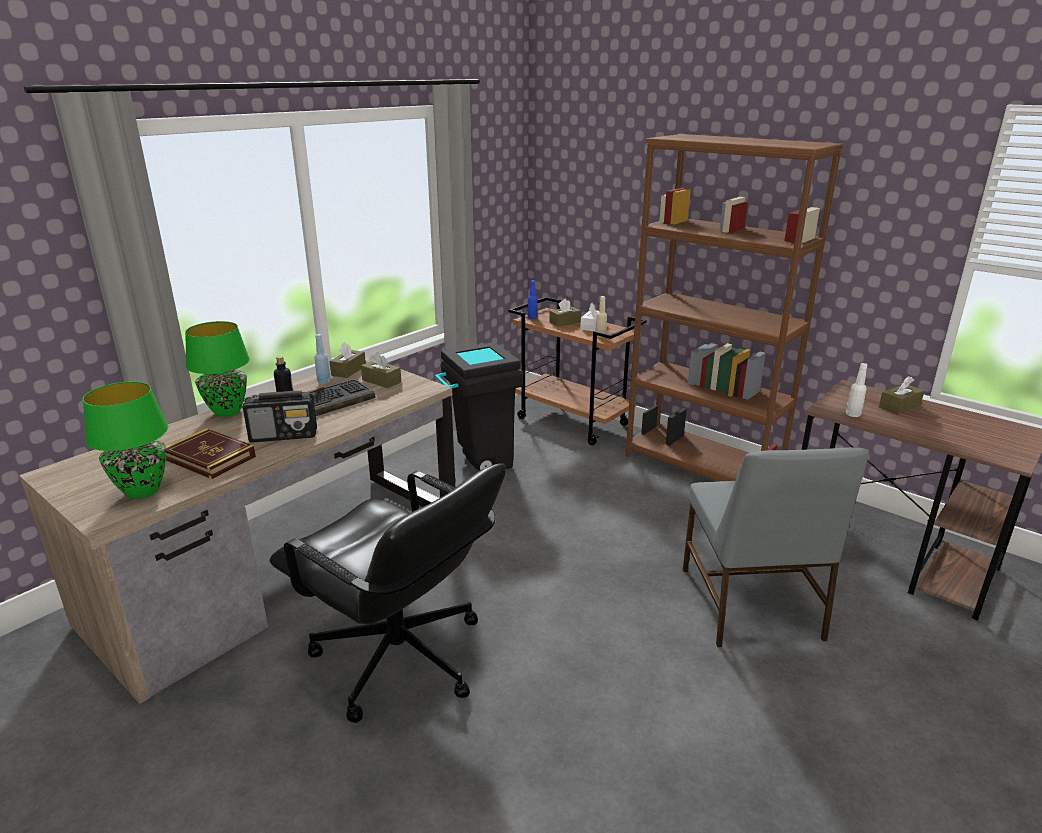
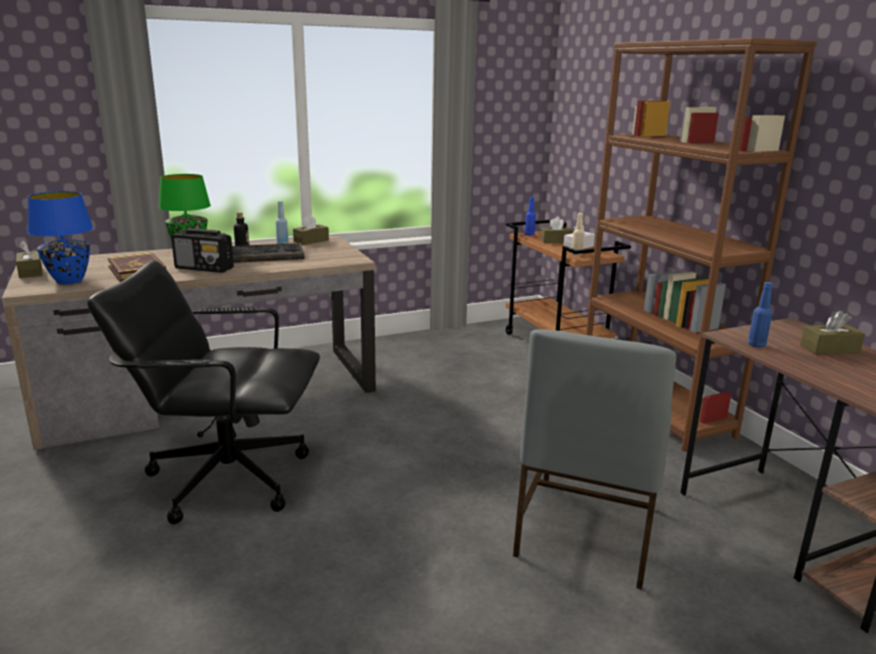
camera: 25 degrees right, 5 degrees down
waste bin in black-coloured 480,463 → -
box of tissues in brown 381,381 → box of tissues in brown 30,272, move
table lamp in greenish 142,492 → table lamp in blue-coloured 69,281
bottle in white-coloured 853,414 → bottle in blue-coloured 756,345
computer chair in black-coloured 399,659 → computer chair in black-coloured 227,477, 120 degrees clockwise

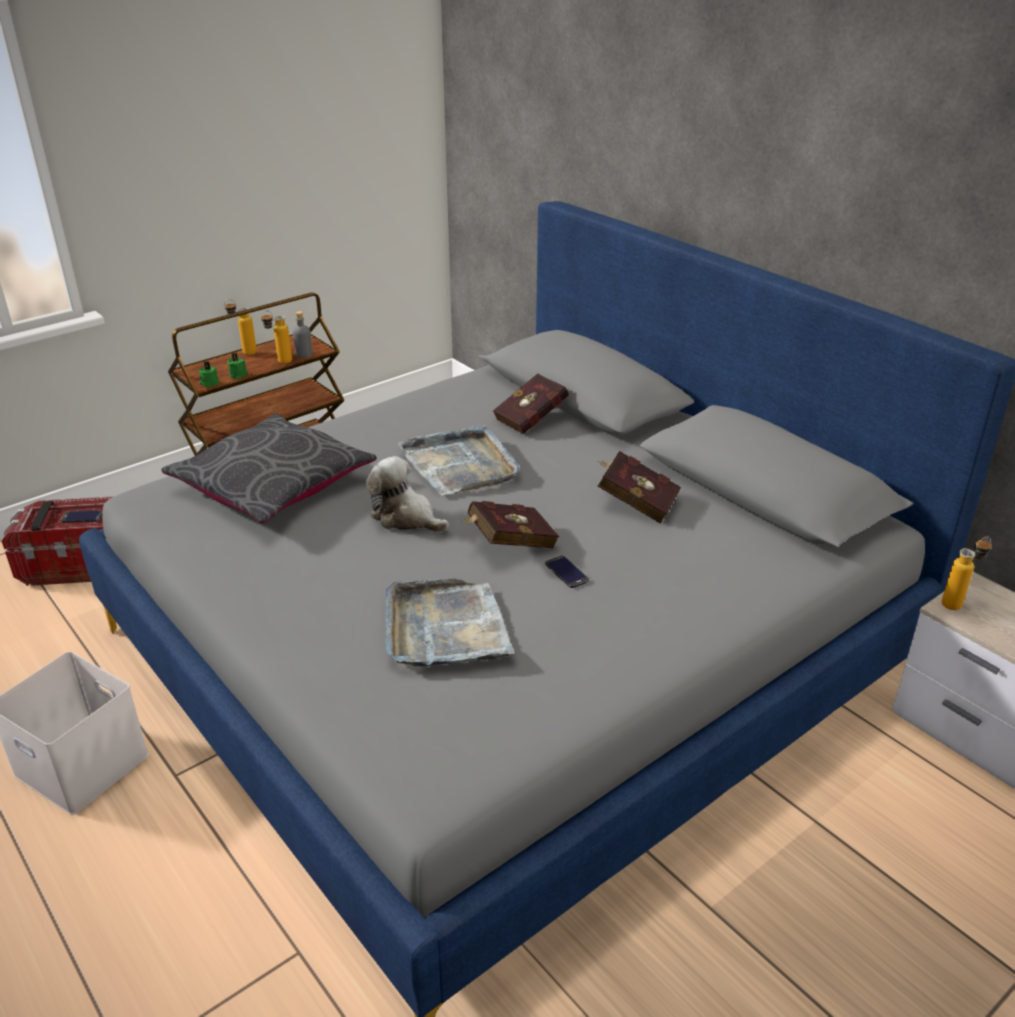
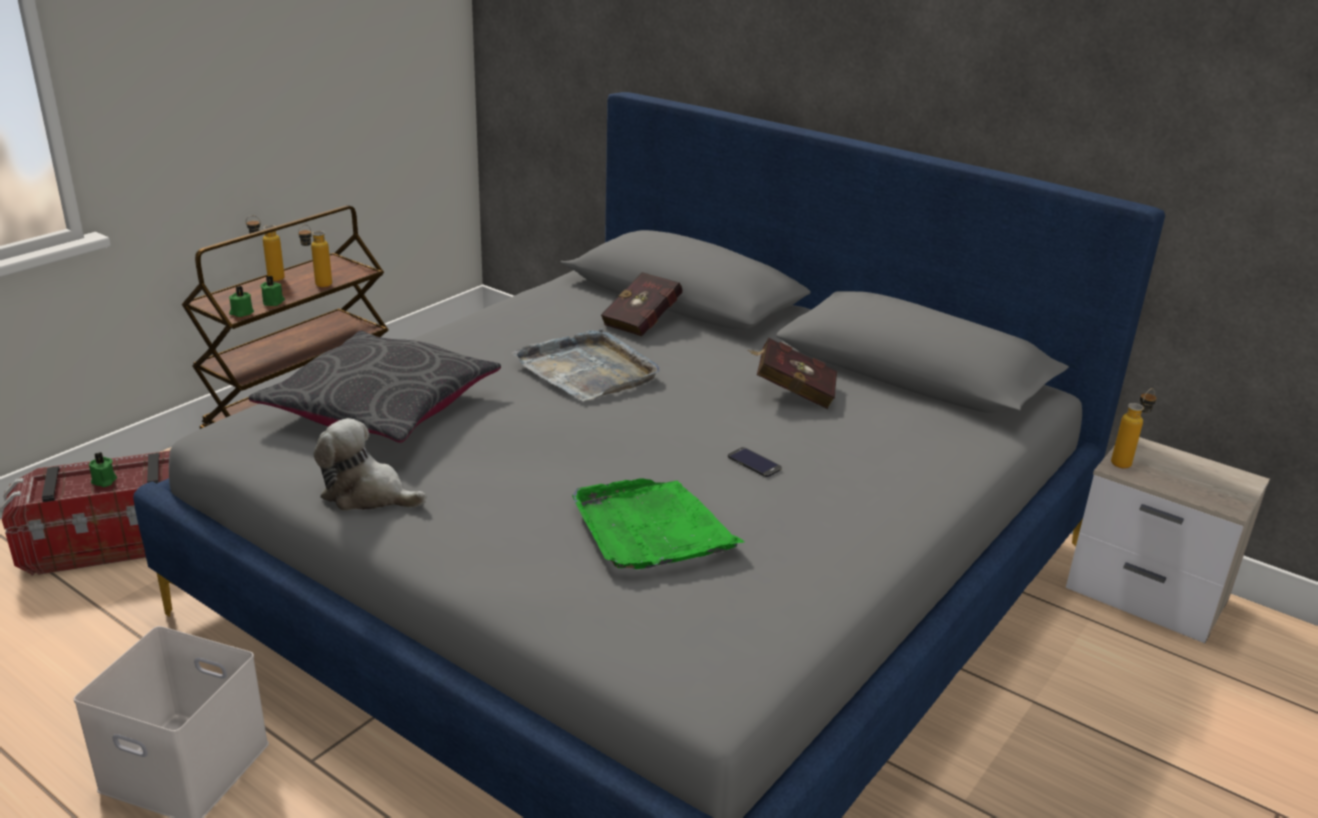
camera: 15 degrees left, 5 degrees down
bottle in greyish 304,354 → -
volume in reddish 508,543 → -
cuddly toy 406,517 → cuddly toy 367,495, move
telephone 82,517 → candle in greenish 104,481
serving tray in greyish 445,628 → serving tray in greenish 651,529

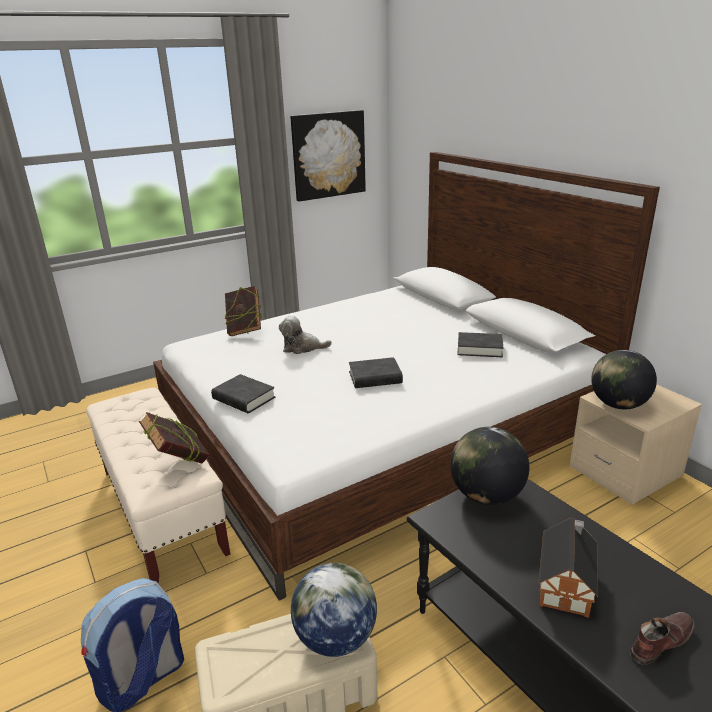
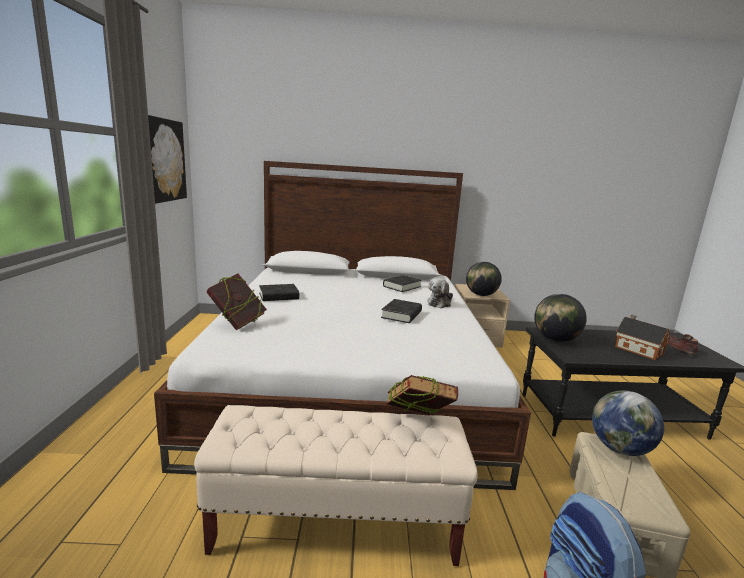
camera: 60 degrees left, 10 degrees down
volume in black-coloured 244,398 → volume in black-coloured 278,296, move
cuddly toy 302,348 → cuddly toy 440,303, move

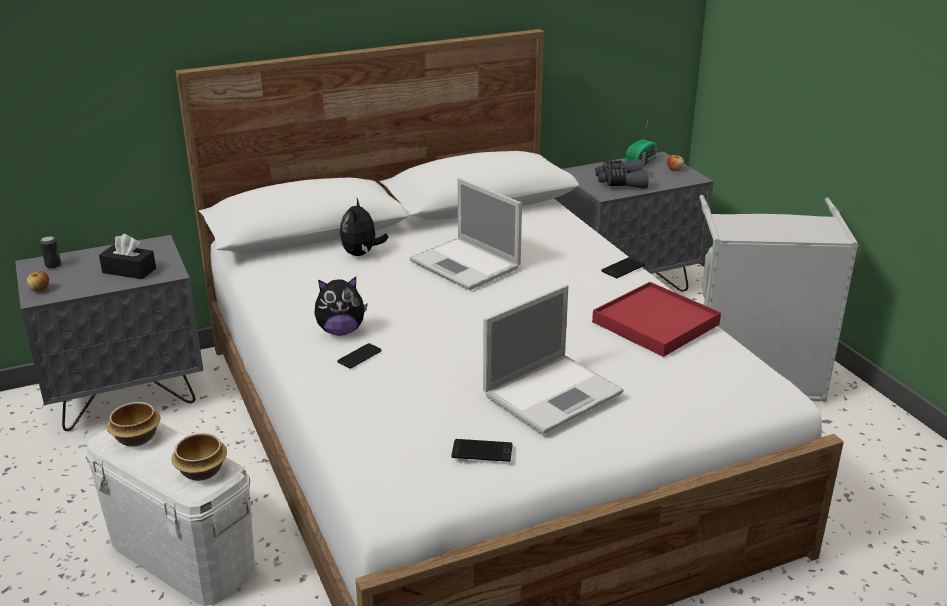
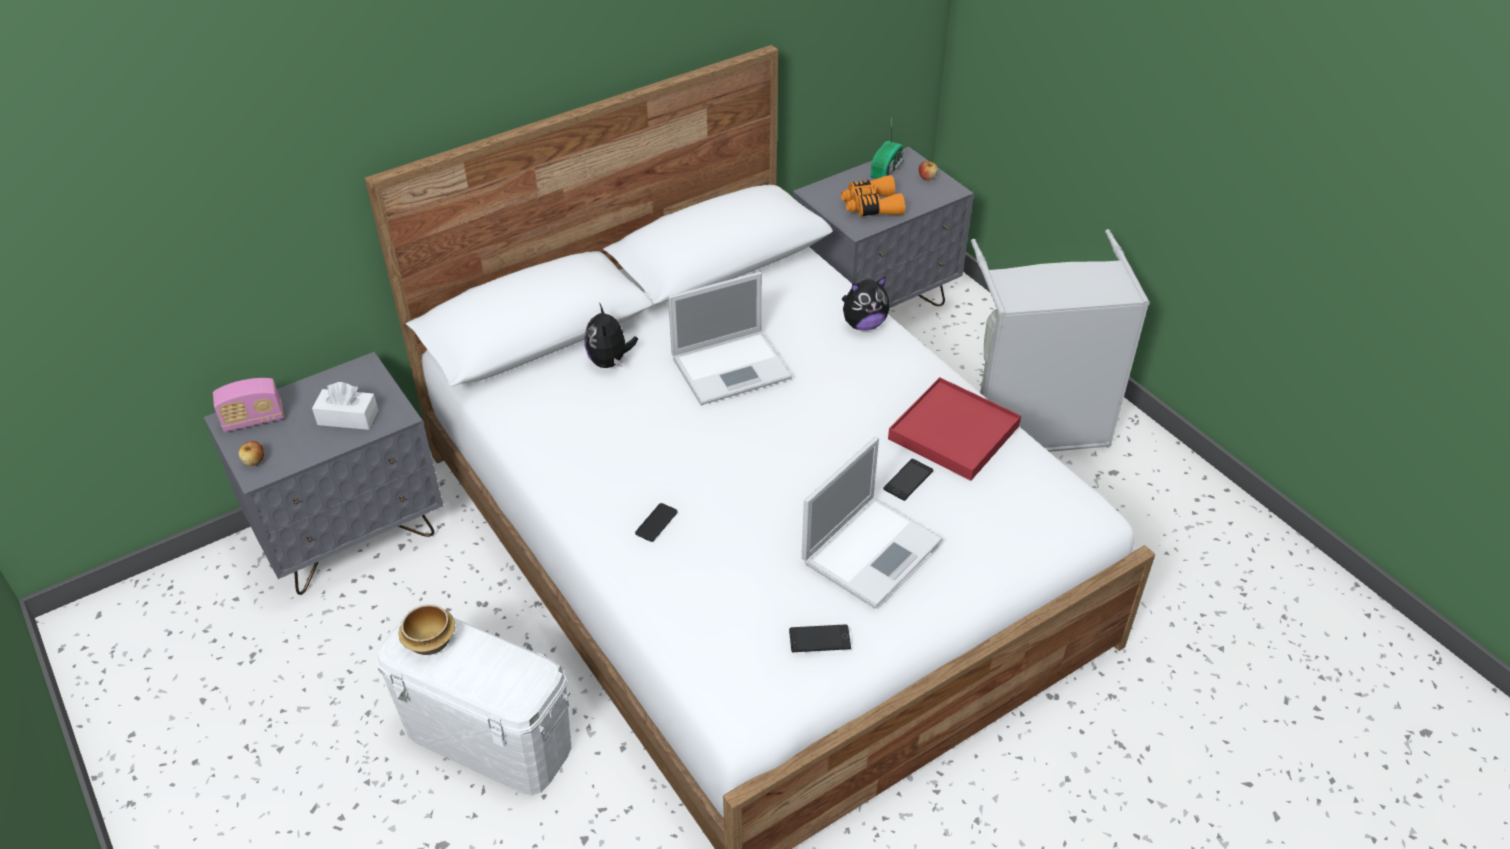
camera: 10 degrees left, 15 degrees up
bowl 203,471 → -
cuddly toy 341,331 → cuddly toy 863,324, move
telephone 623,268 → telephone 908,480, move
can 53,265 → radio receiver 254,420
box of tissues in black-coloured 129,271 → box of tissues in white-coloured 348,417
pair of binoculars in greyish 620,182 → pair of binoculars in orangey 871,206
portable computer 466,264 → portable computer 733,367, 60 degrees counterclockwise

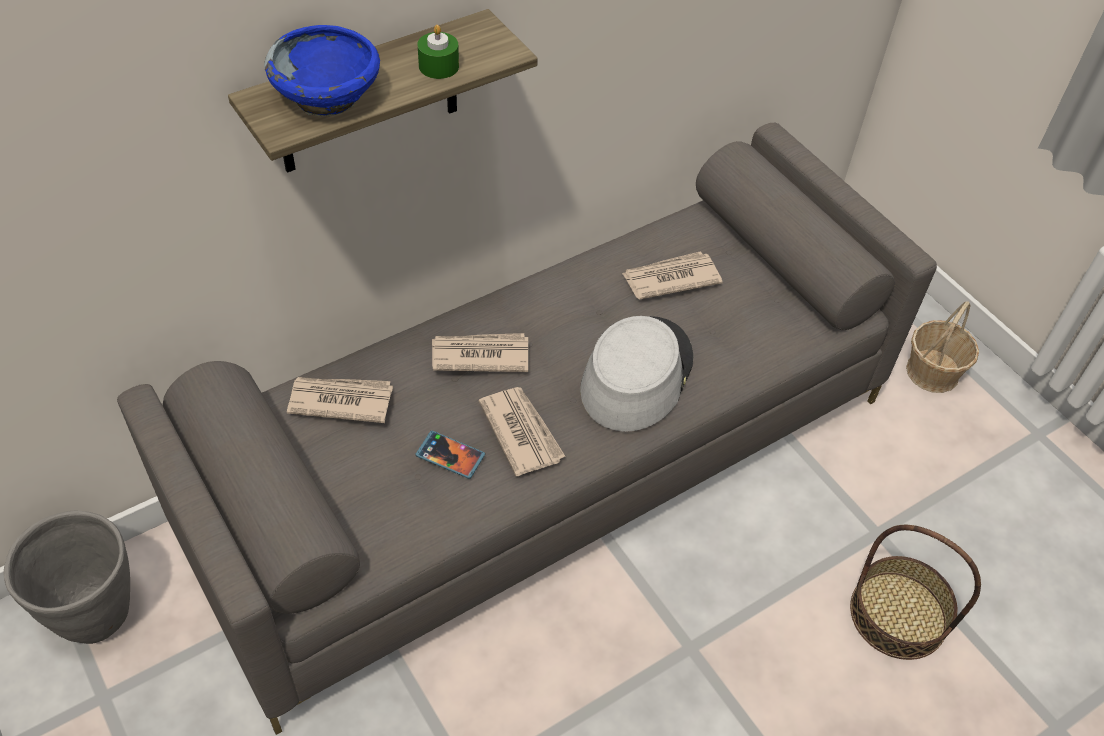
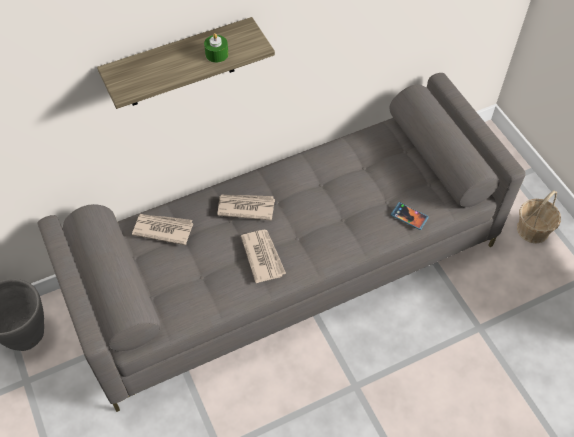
camera: 10 degrees right, 5 degrees up
bowl in blue-coloured 327,97 → -
hat in greyish 636,374 → -
newspaper 670,278 → -
household basket 898,614 → -
telephone 450,456 → telephone 409,216, move

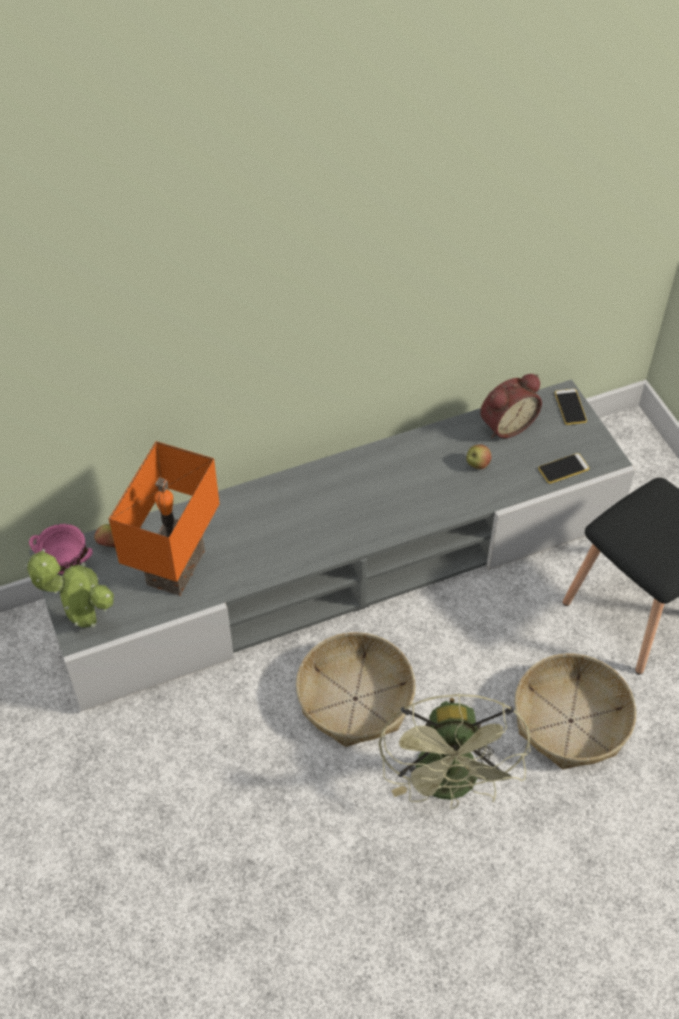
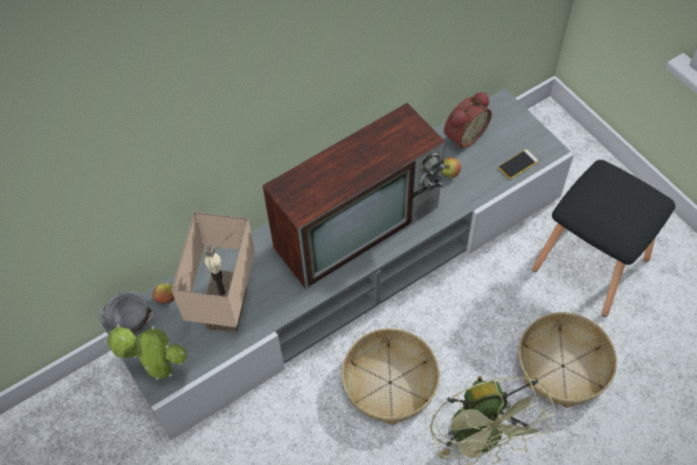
camera: 10 degrees left, 5 degrees up
telephone 570,407 → -
- → TV set 358,225
bowl in pinkish 66,564 → bowl in greyish 133,323
table lamp in orangey 173,566 → table lamp in beige-coloured 224,307

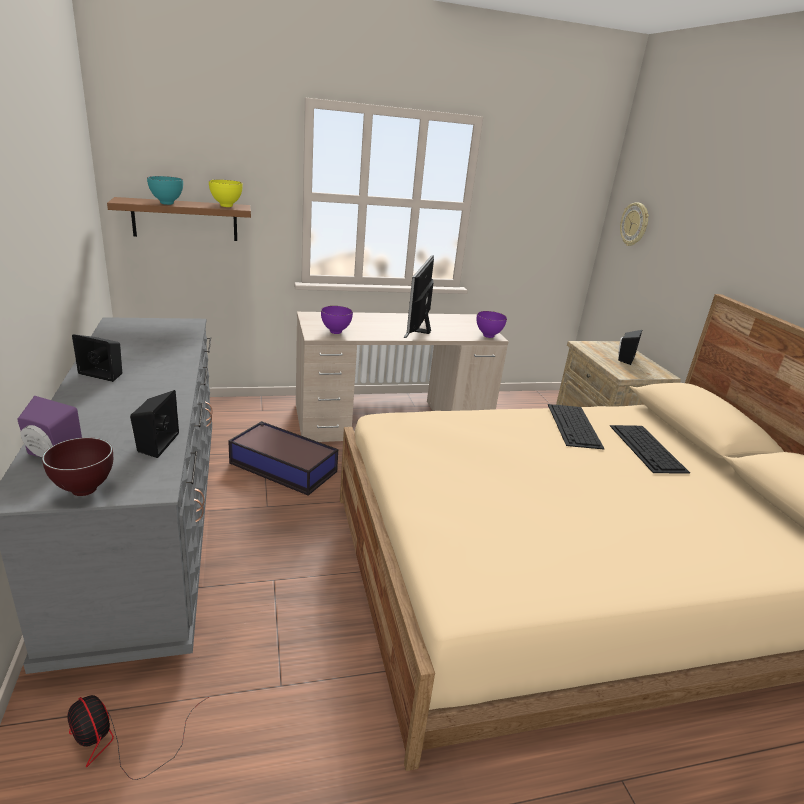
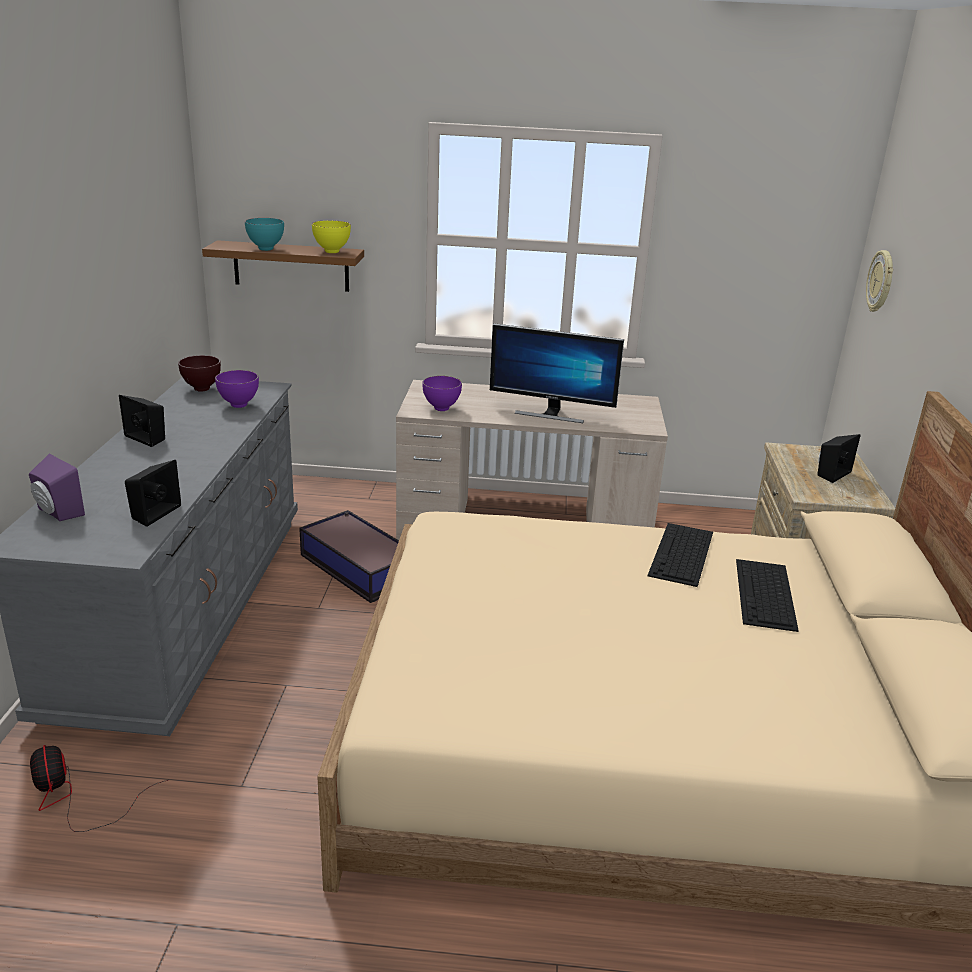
camera: 20 degrees right, 0 degrees up
bowl in brown 85,491 → bowl in brown 202,389, move
bowl in purplish 488,336 → bowl in purplish 239,405, move
computer display 418,330 → computer display 551,414, 105 degrees counterclockwise

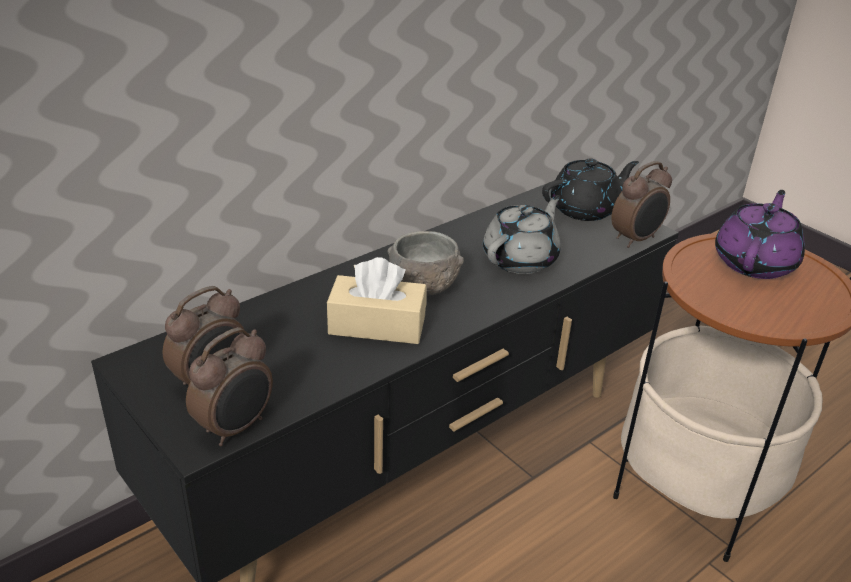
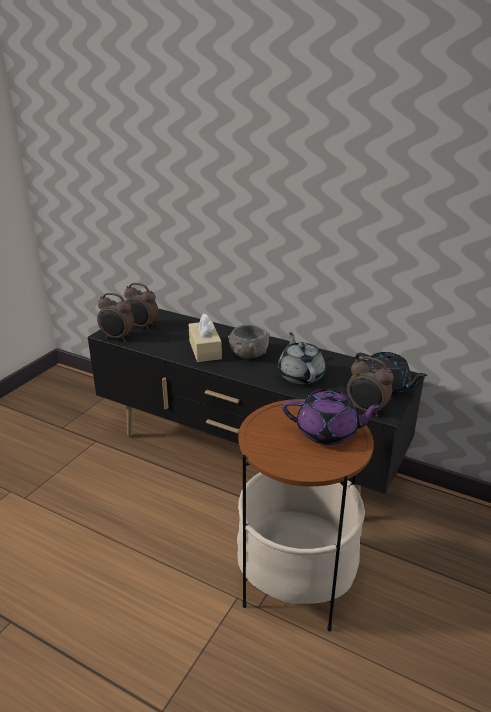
camera: 70 degrees right, 5 degrees down
teapot in greyish 521,259 → teapot in greyish 300,375, 120 degrees counterclockwise

